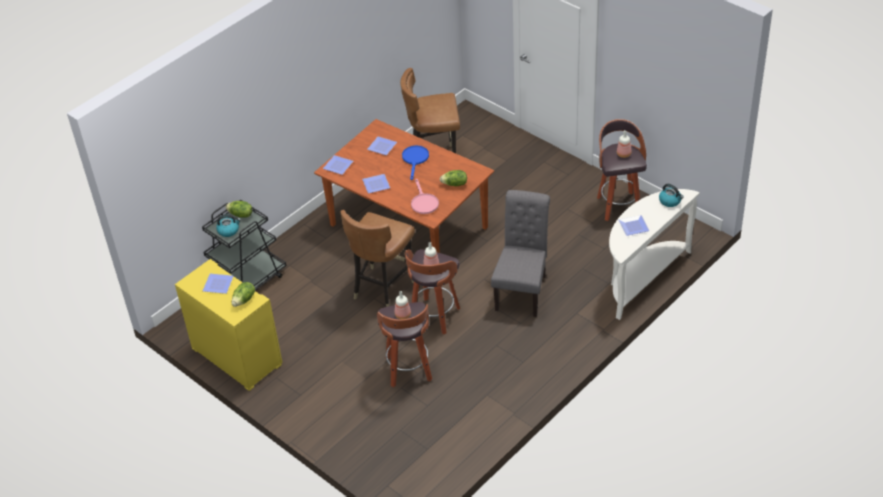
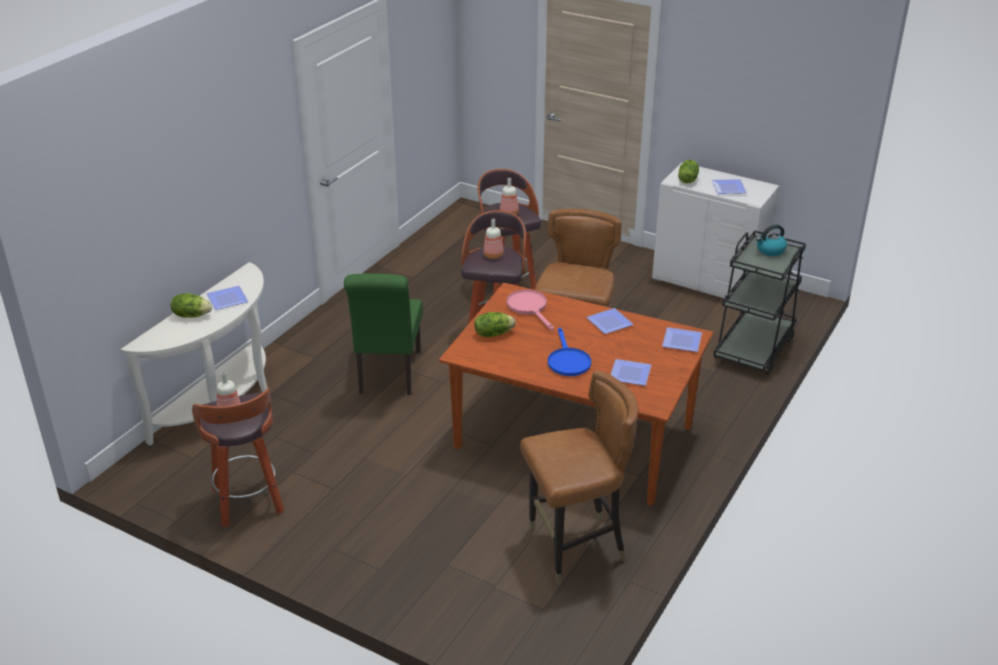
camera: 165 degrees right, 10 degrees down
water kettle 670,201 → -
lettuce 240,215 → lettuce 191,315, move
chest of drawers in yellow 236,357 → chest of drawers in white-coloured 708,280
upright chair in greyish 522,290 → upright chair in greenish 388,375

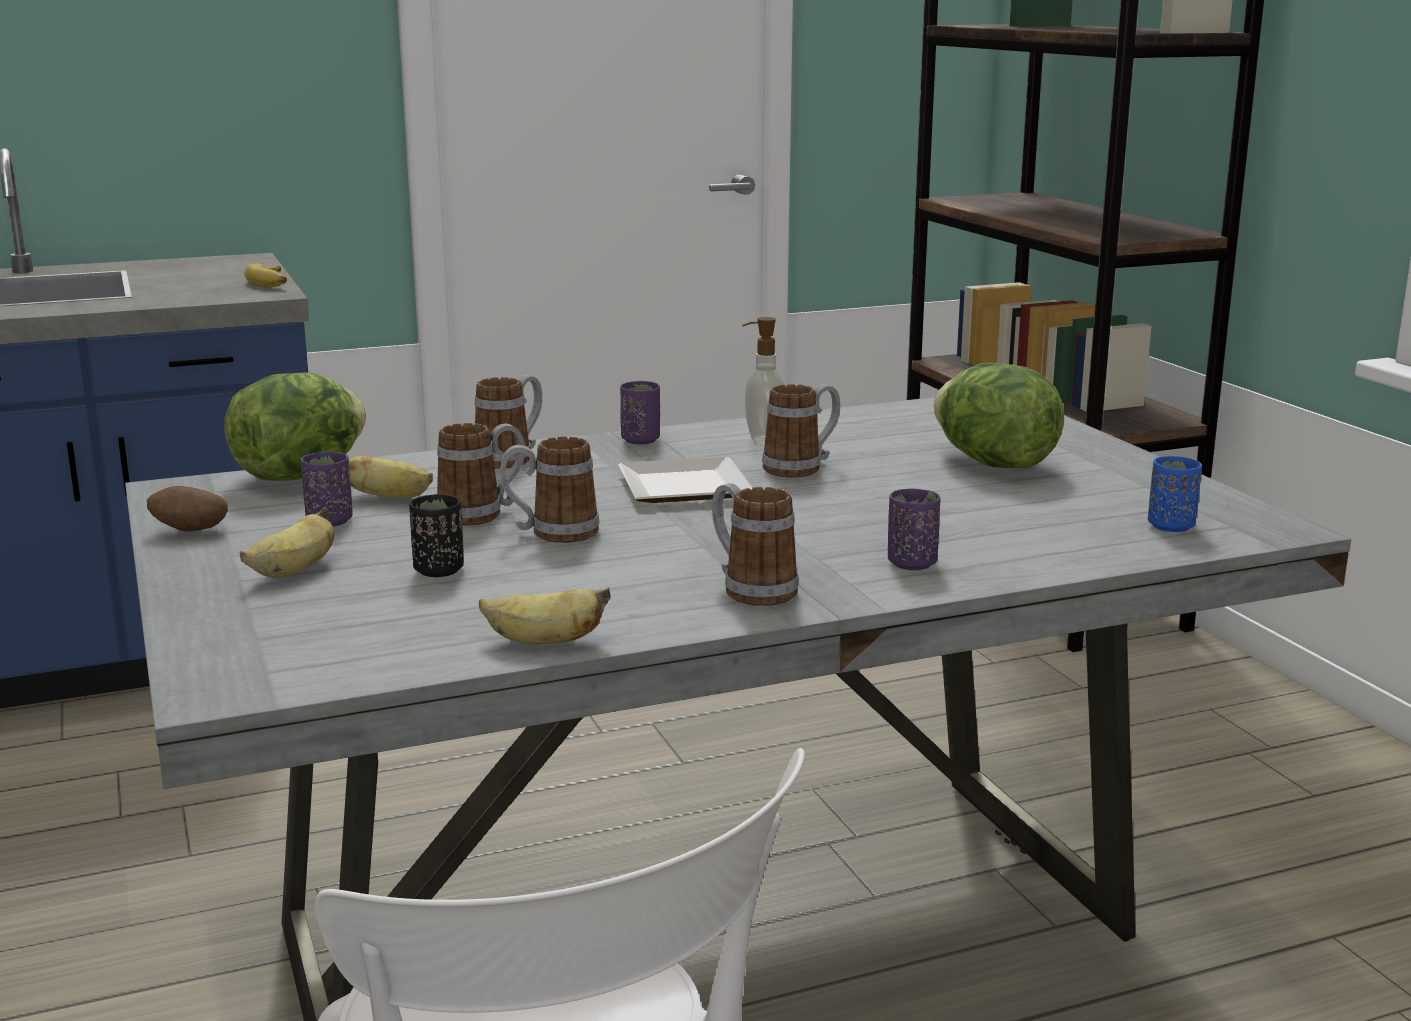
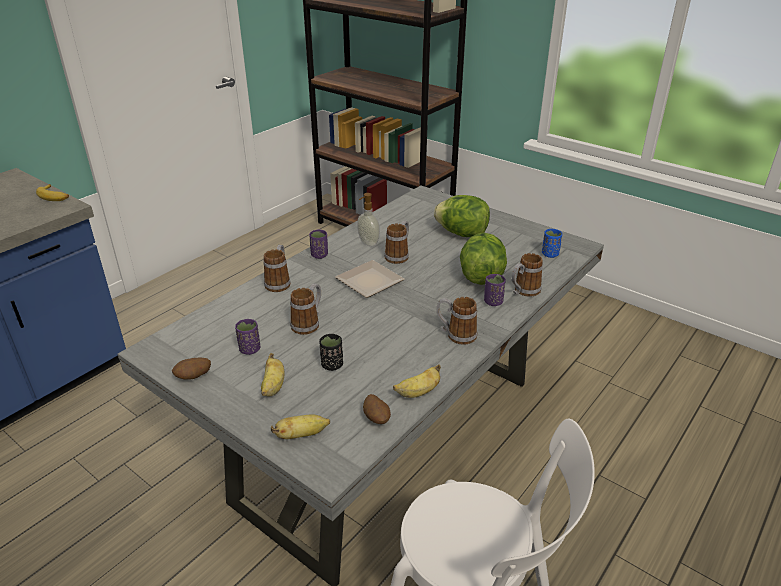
camera: 30 degrees left, 15 degrees up
- → whole potato 377,419
lettuce 300,475 → lettuce 481,276, move
banana 390,498 → banana 302,435, move
coffee mug 551,533 → coffee mug 523,292, move

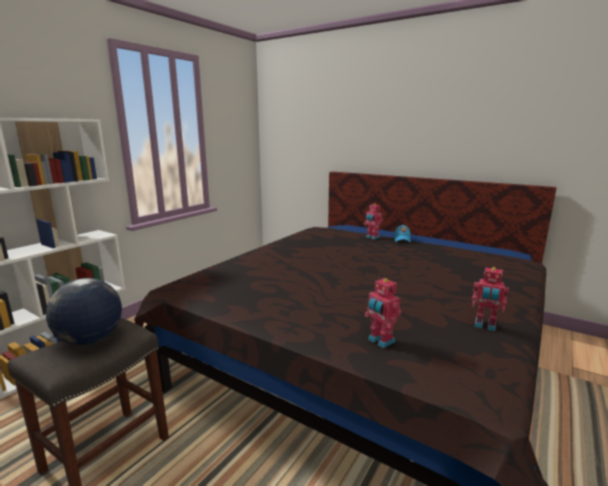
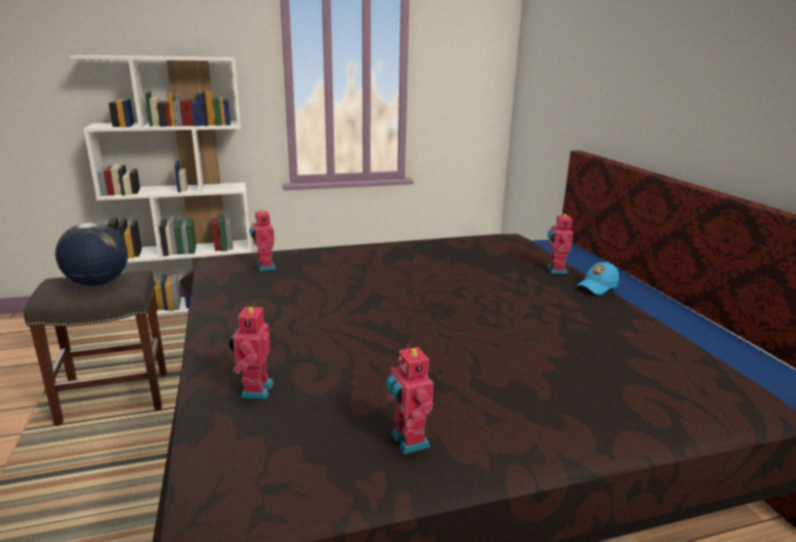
camera: 40 degrees right, 5 degrees up
- → robot figure 264,267

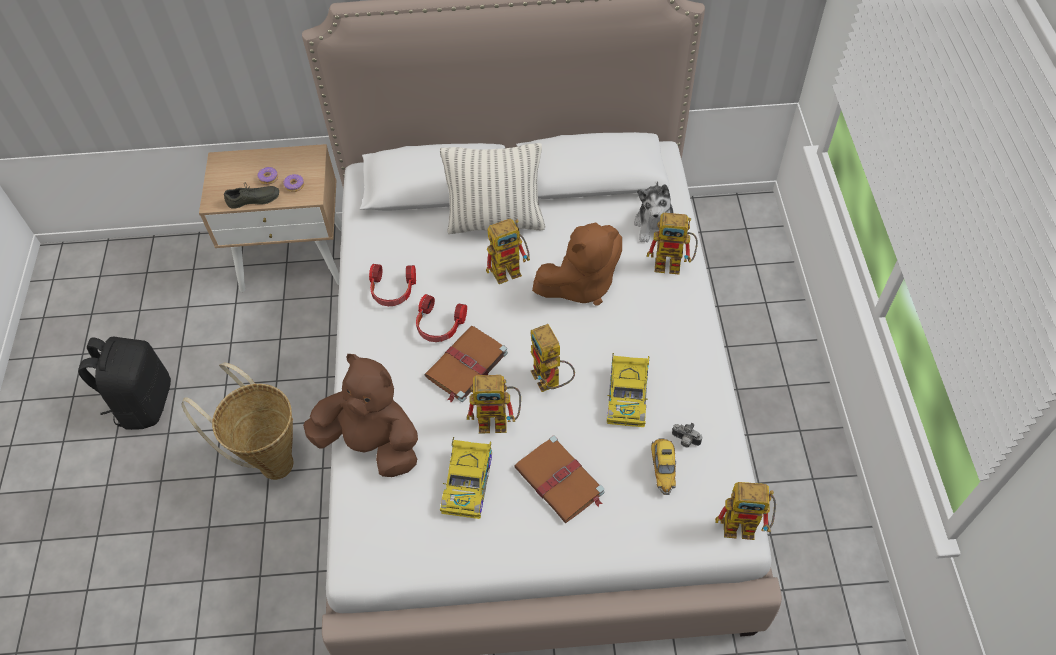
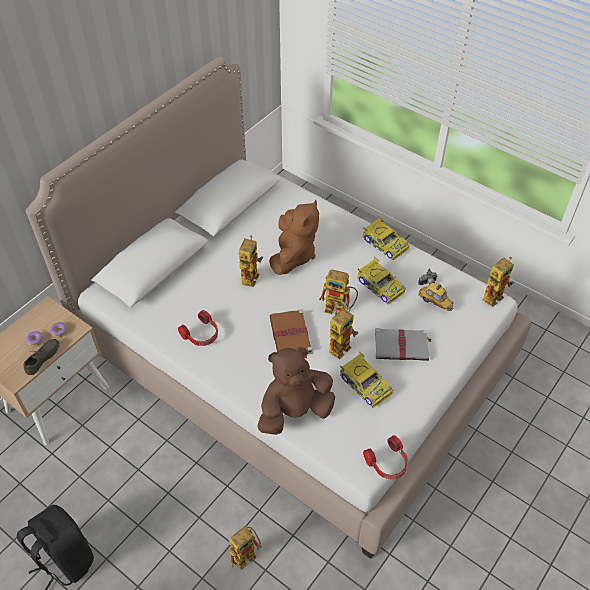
camera: 50 degrees left, 5 degrees down
household basket 271,460 → -
throw pillow 496,221 → -
cuddly toy 655,225 → -
- → toy car 384,243
pair of headphones 439,325 → pair of headphones 388,463, move
robot figure 674,264 → robot figure 247,553, move
volume in brown 560,481 → volume in greyish 402,346

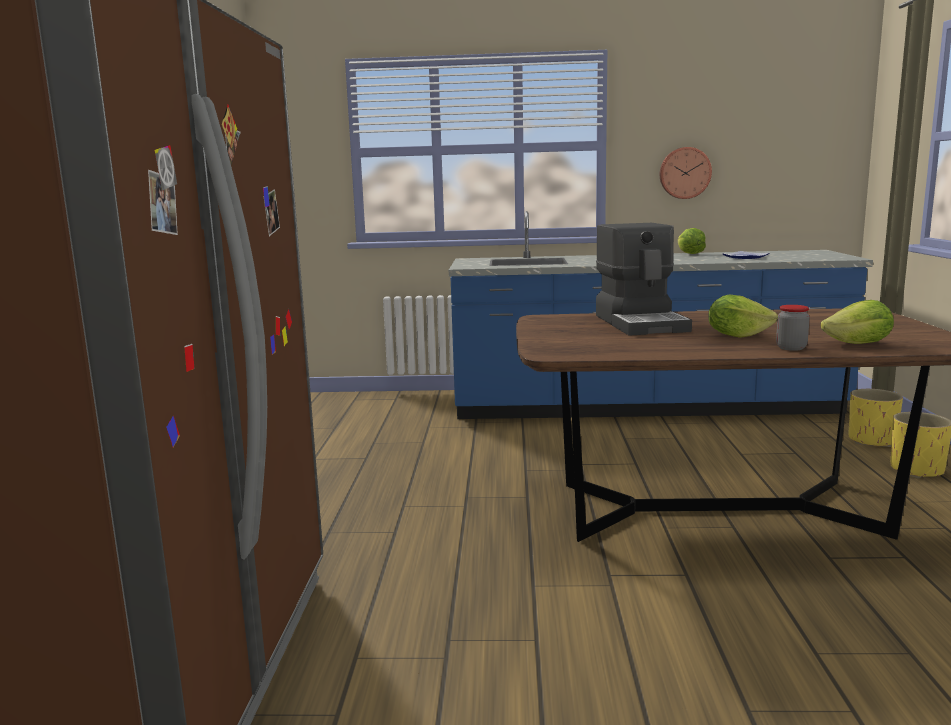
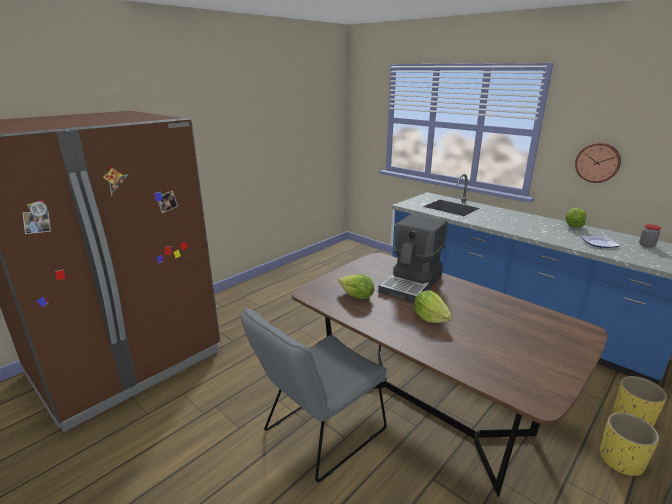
camera: 40 degrees right, 10 degrees up
- → upright chair in greyish 318,434
preserve jar 791,348 → preserve jar 646,245, move
lettuce 858,344 → lettuce 357,297, move

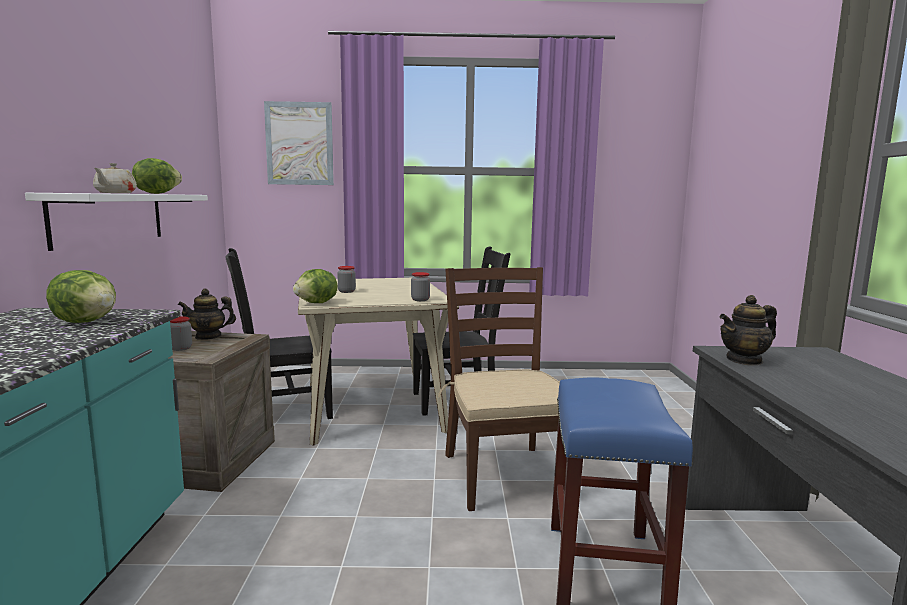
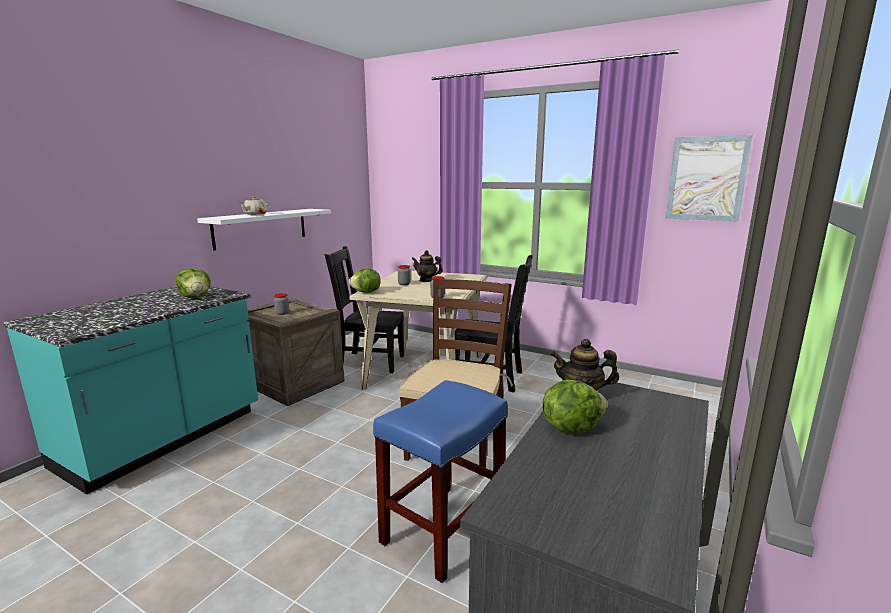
camera: 30 degrees right, 5 degrees up
lettuce 156,193 → lettuce 571,427, move
teapot 208,336 → teapot 426,280, move
wall art 299,144 → wall art 706,179, move

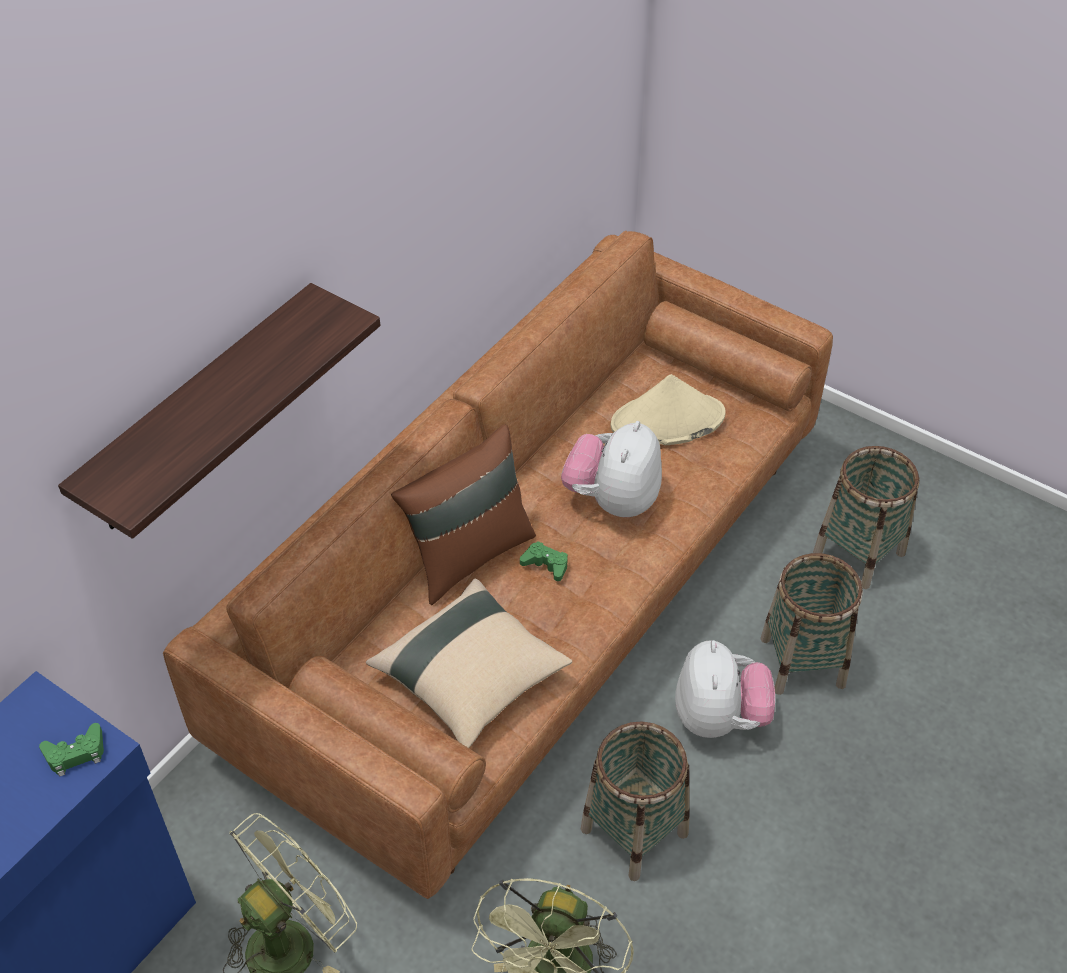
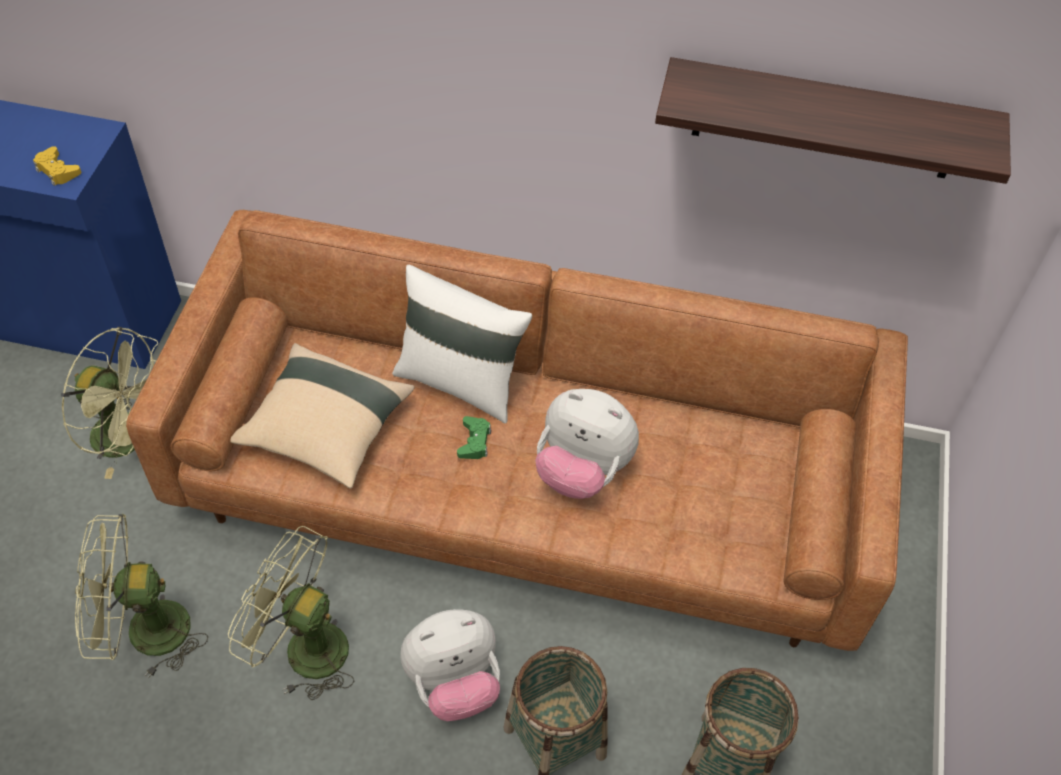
camera: 65 degrees right, 5 degrees up
hat in beige-coloured 667,421 → -
bracket shelf 201,411 → bracket shelf 826,120, move
household basket 634,831 → cooling fan in greenish 303,647
gamepad in greenish 76,754 → gamepad in yellow 57,171
throw pillow in brown 468,555 → throw pillow in white-coloured 460,382
cuddly toy 613,500 → cuddly toy 582,470, 150 degrees counterclockwise

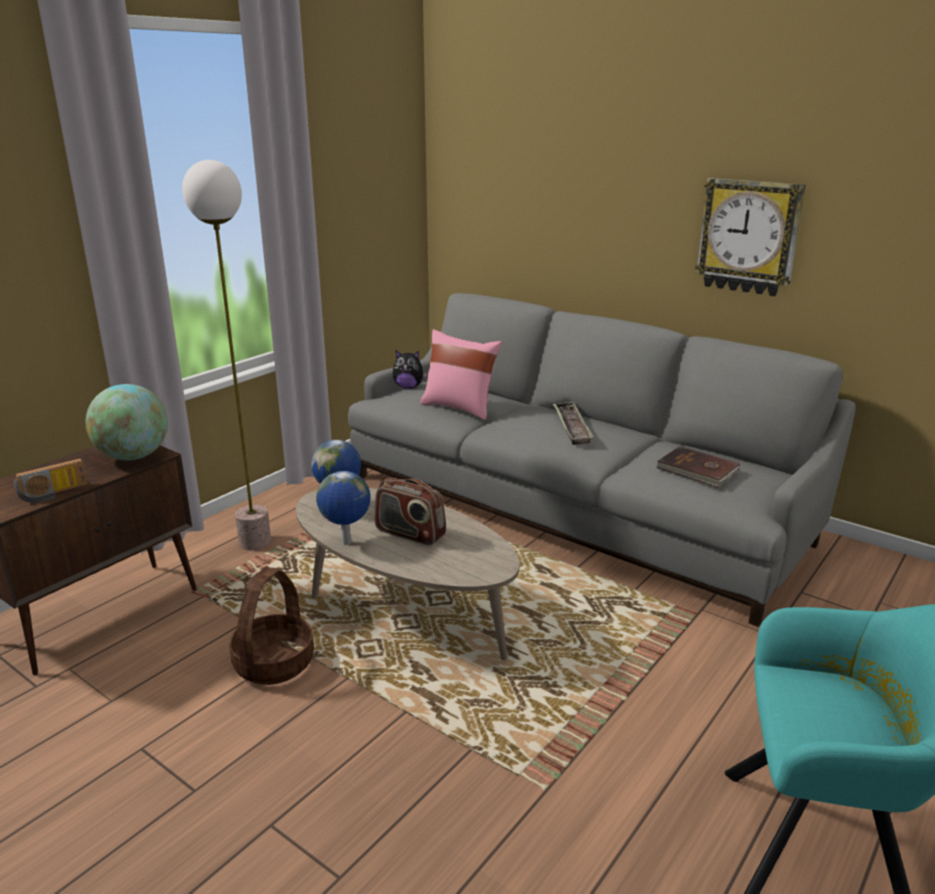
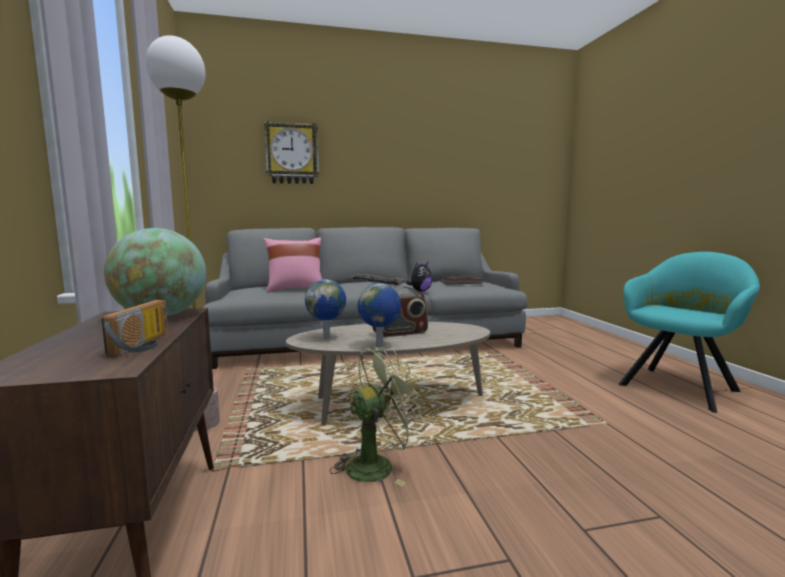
camera: 50 degrees left, 15 degrees down
cuddly toy 408,387 → cuddly toy 420,291, move
wall clock 749,237 → wall clock 292,154, move
household basket 274,662 → cooling fan in greenish 378,465

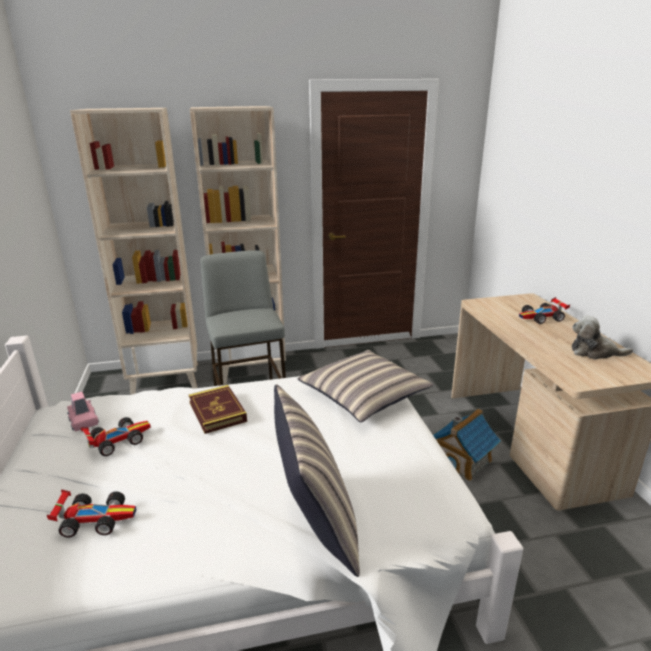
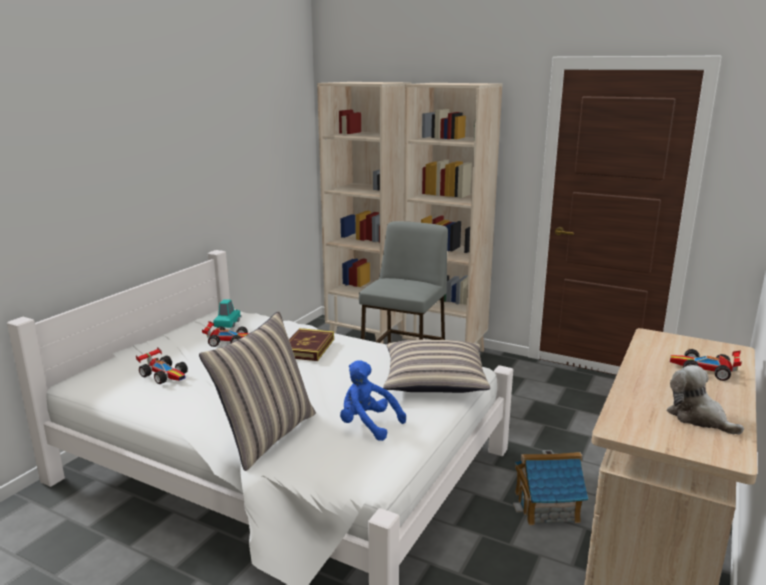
camera: 40 degrees right, 5 degrees down
- → cuddly toy in blue-coloured 367,425
toy car in pinkish 83,421 → toy car in blue-green 227,323

